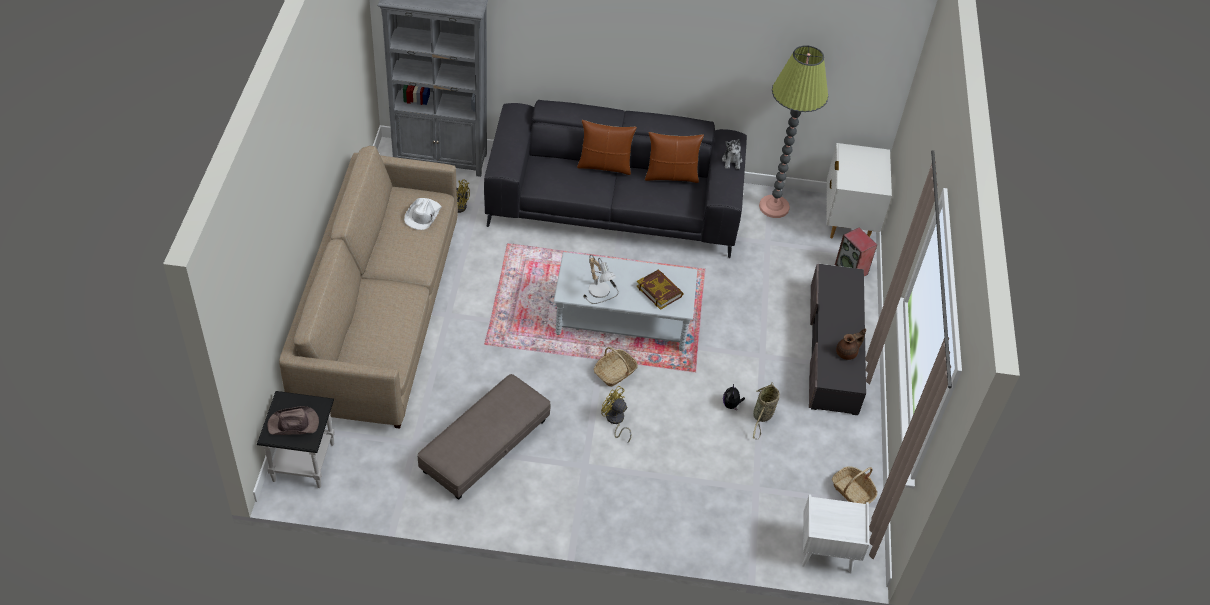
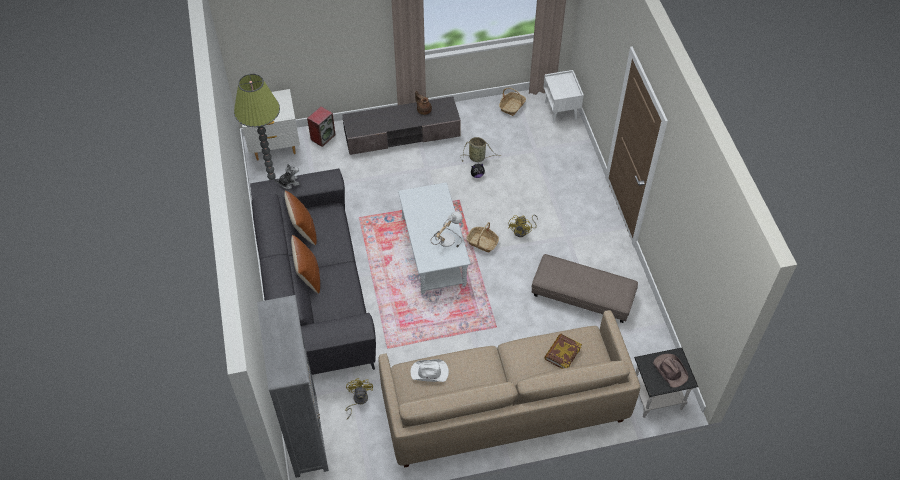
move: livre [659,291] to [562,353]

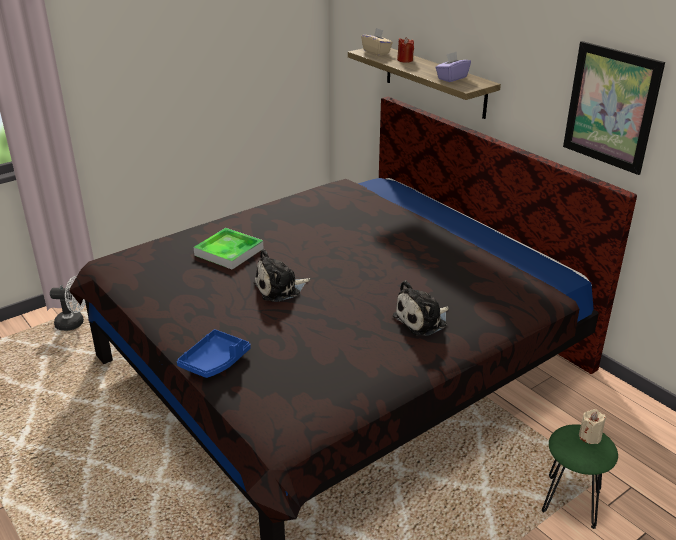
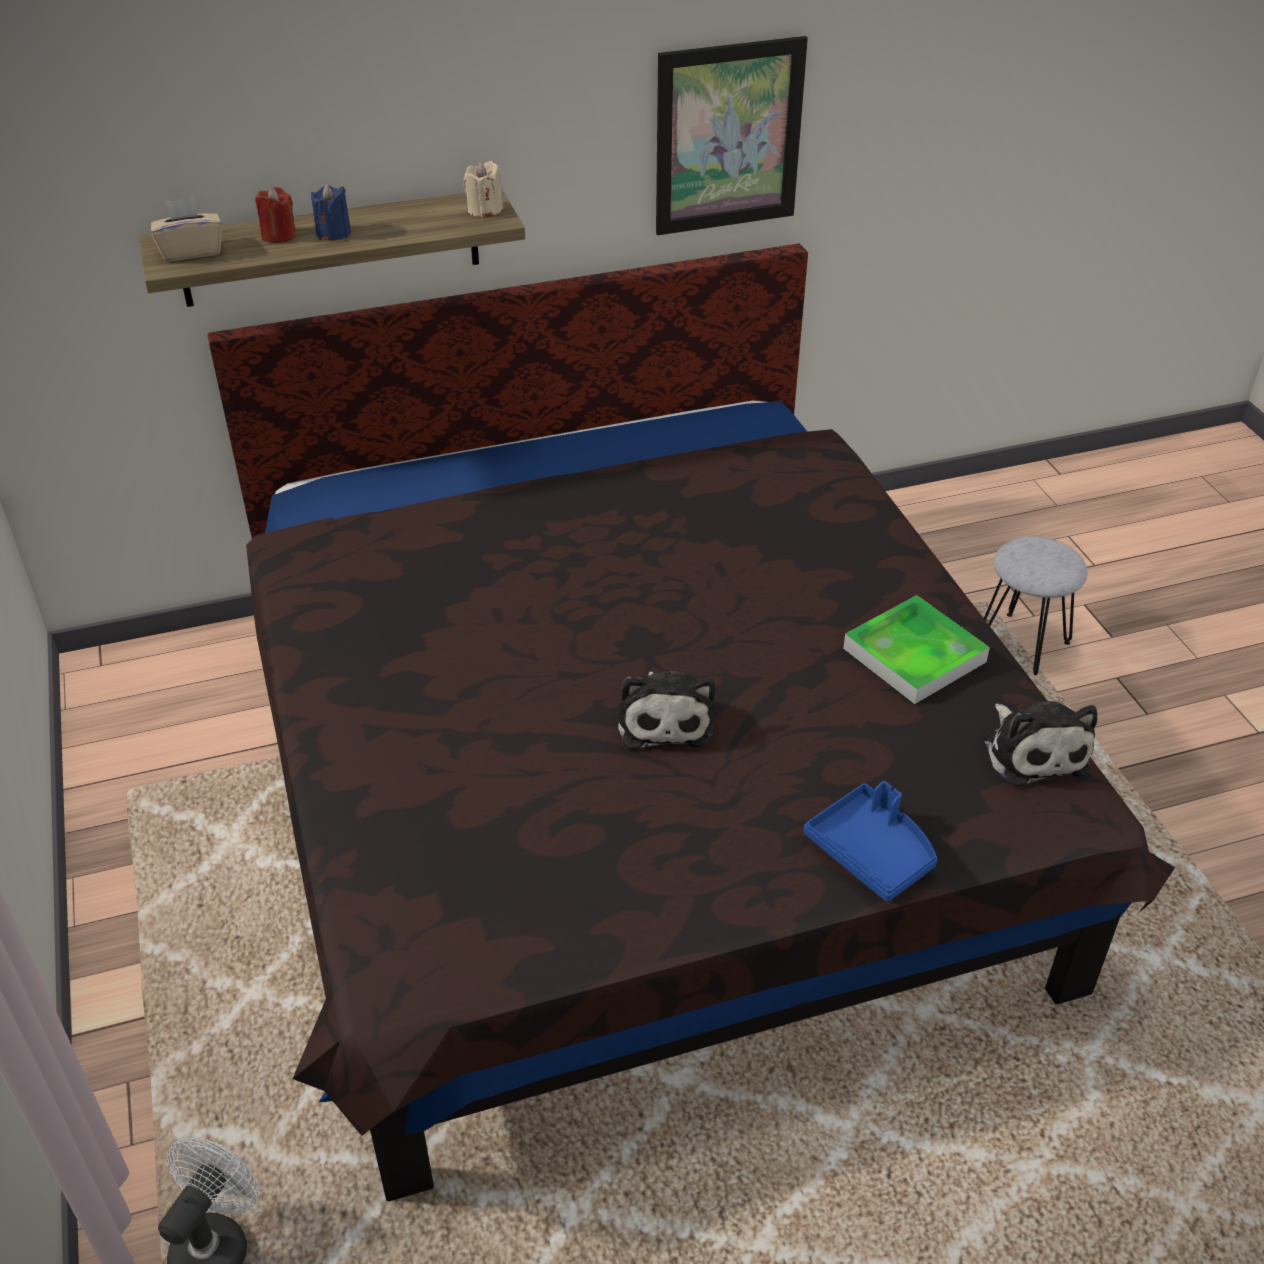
delete: boîte à mouchoirs (violet) [452,78]
insert: bougie (bleu) [333,233]
move: plateau [229,252] to [914,655]; peluche [422,320] to [1033,750]; bougie (beige) [589,436] to [484,210]
recolor: tabouret (vert) [570,502] to tabouret (gris) [1021,645]

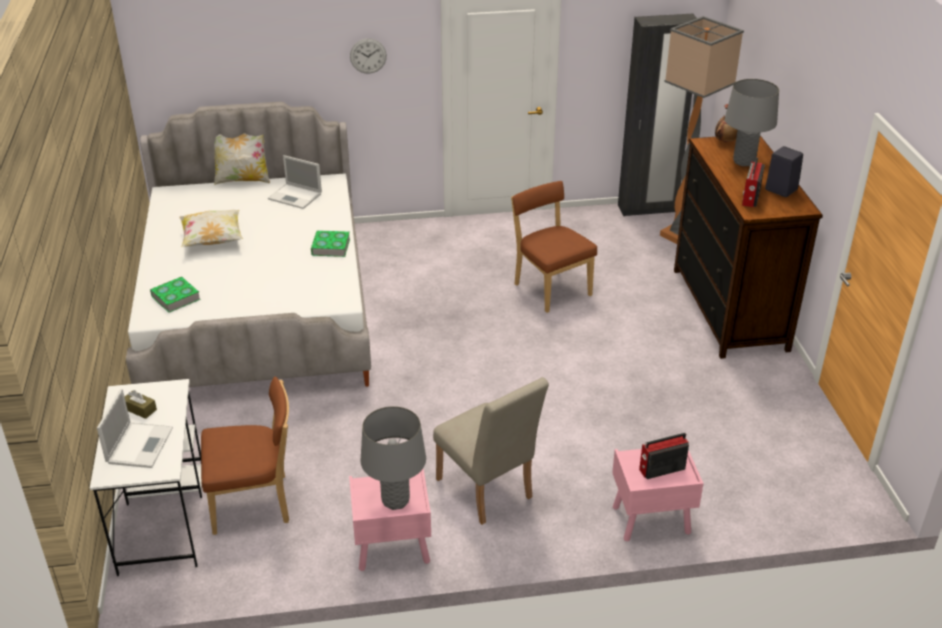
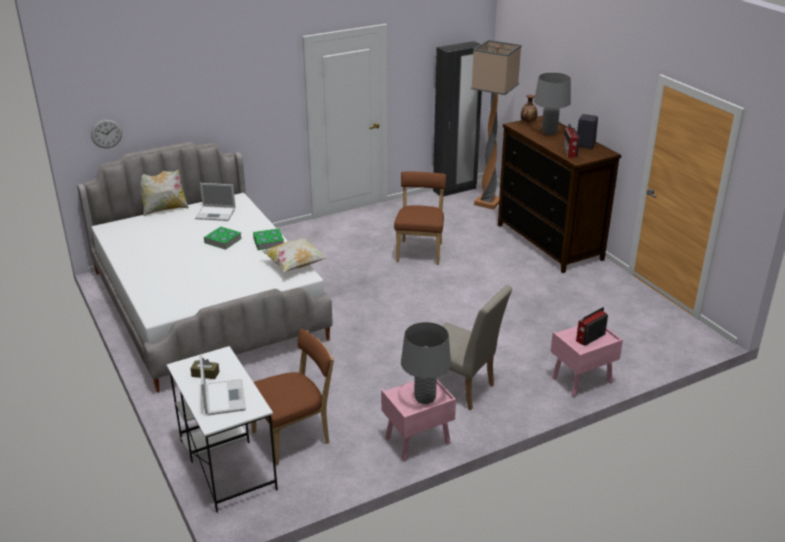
move: livre [175,298] to [223,240]; coussin [212,240] to [295,265]; horloge murale [368,56] to [106,133]
rotate: chaise (marron) [550,288] = [420,251] 60 degrees clockwise

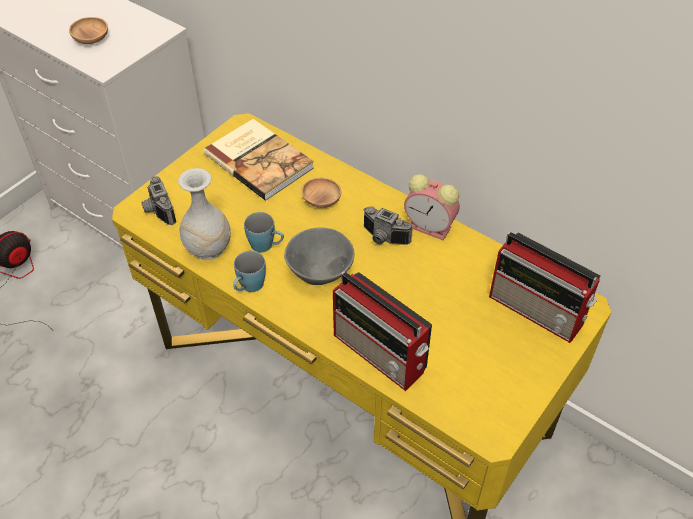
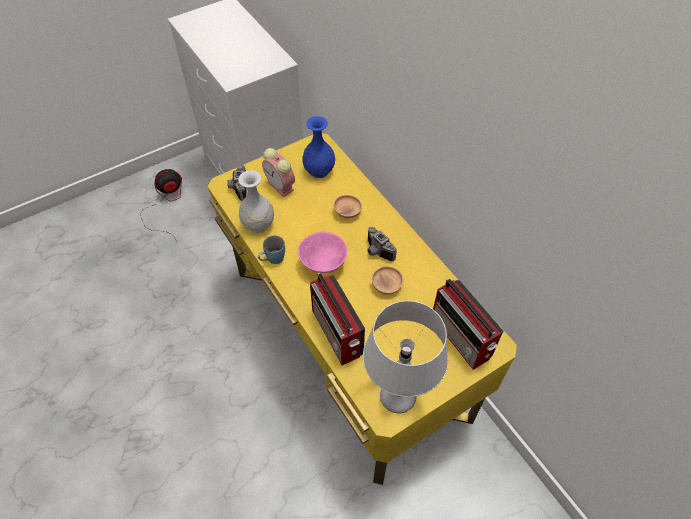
delete: mug (bleu) [266,246]
insert: lampe de table (gris) [397,397]
move: bol (marron) [91,39] to [387,285]; réveil [431,227] to [281,186]
replace: livre [260,160] to vase (bleu) [319,170]
recolor: bol (gris) [321,274] to bol (rose) [323,265]

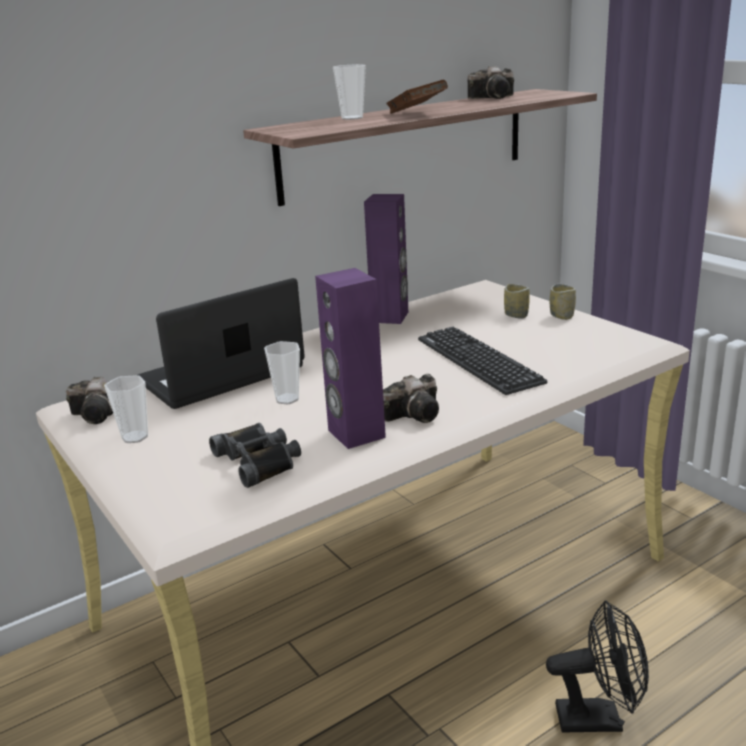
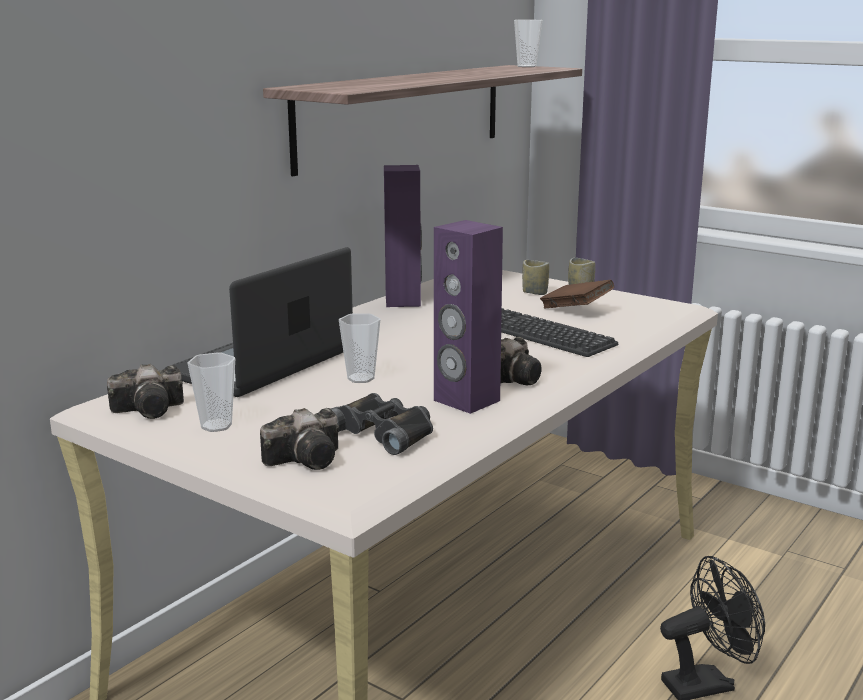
move: tasse [352,118] to [526,66]; livre (marron) [416,114] to [576,310]; appareil photo [495,97] to [309,459]

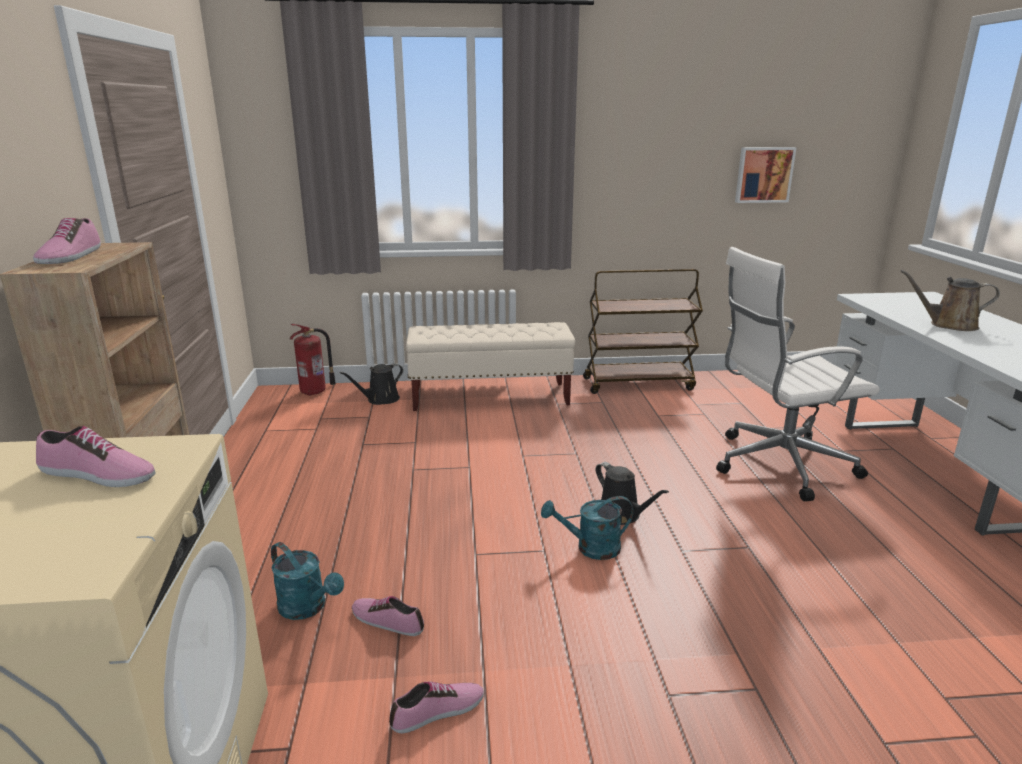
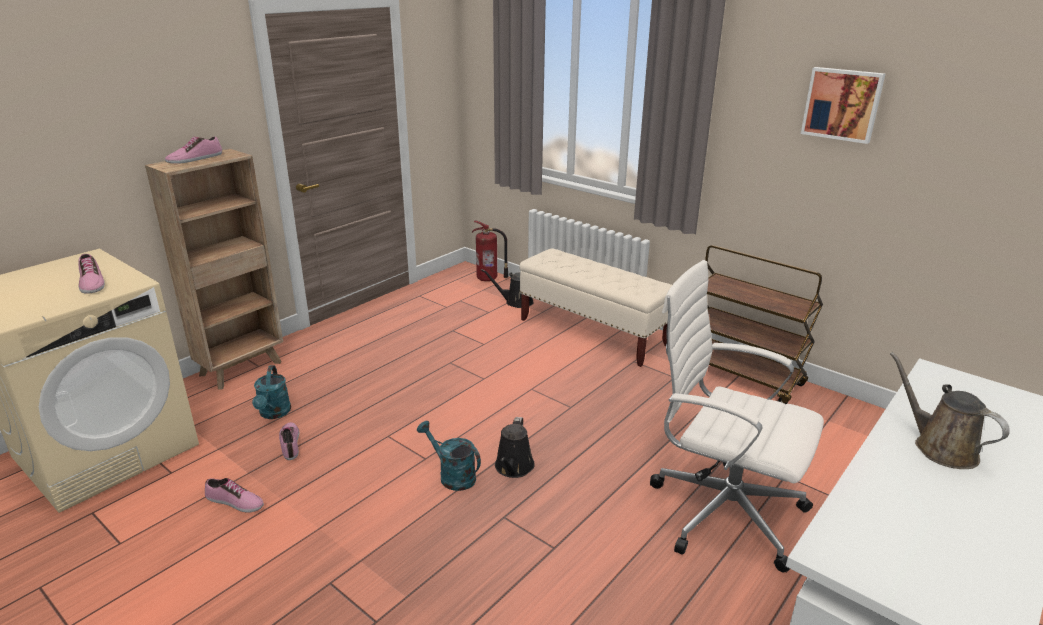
move: tableau [763,174] to [842,104]

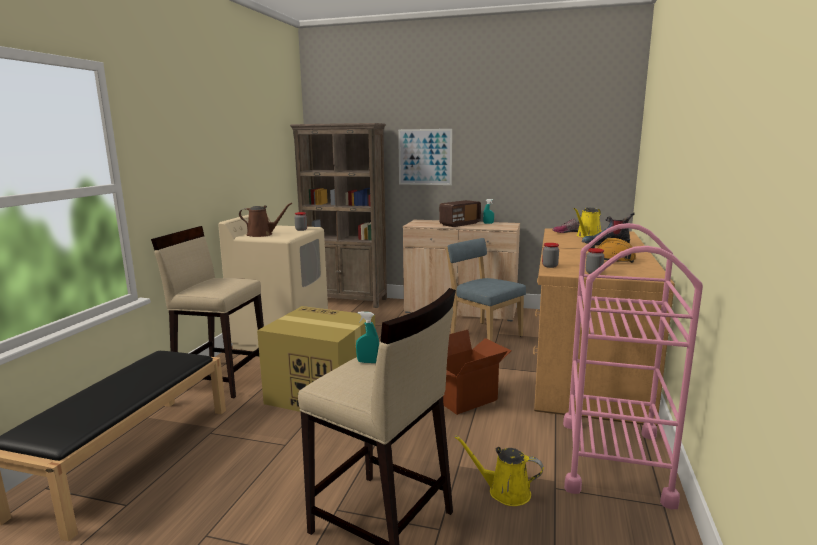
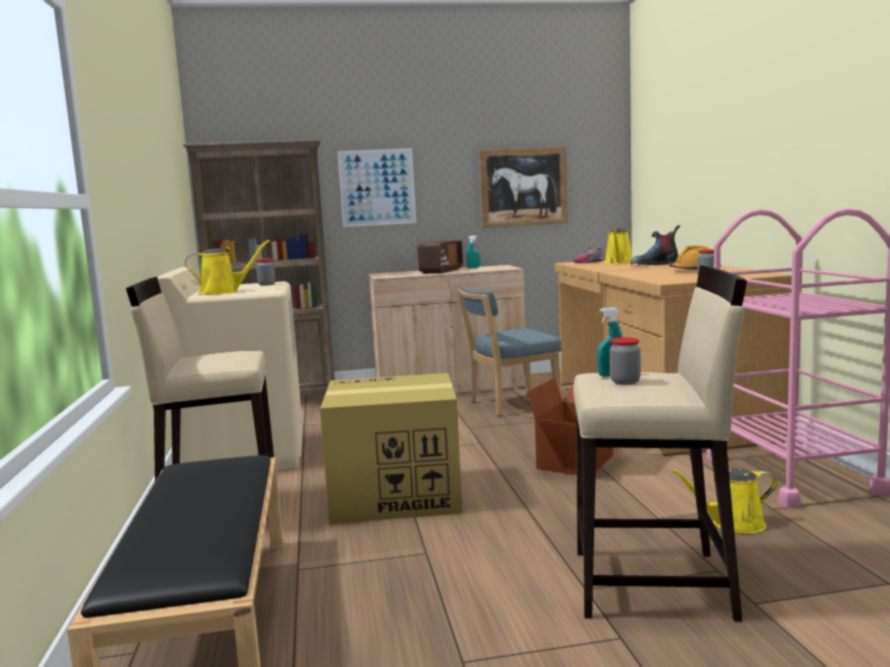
insert: tableau [523,187]
move: bocal [549,266] to [625,382]
recolor: arrosoir (marron) [262,234] to arrosoir (jaune) [223,292]
rotate: chaise (bleu) [483,334] = [510,404] 45 degrees counterclockwise

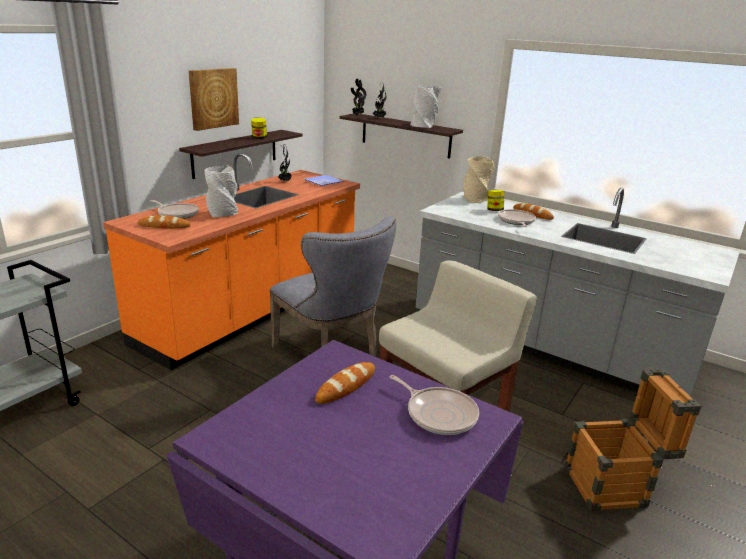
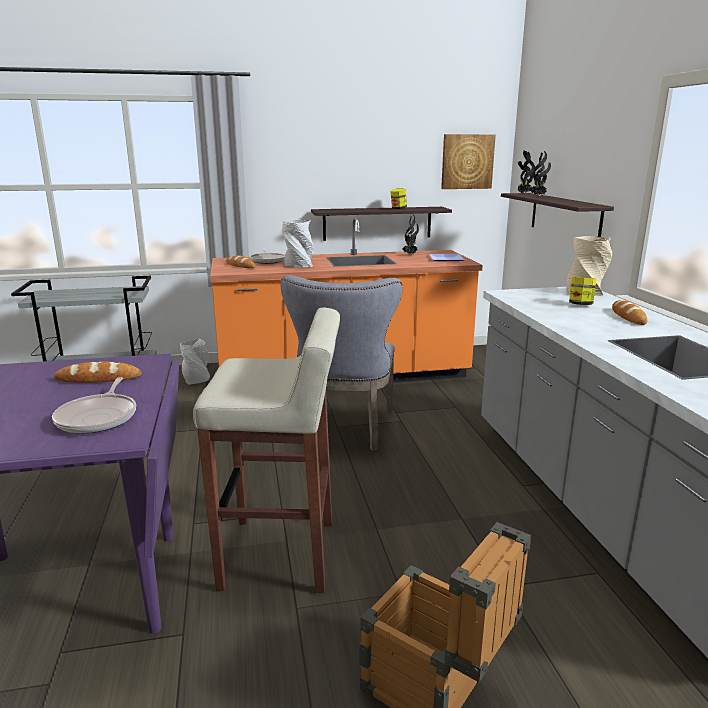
delete: poêle [516,221]
move: tableau [213,98] to [467,161]; vase (gris) [424,126] to [197,380]

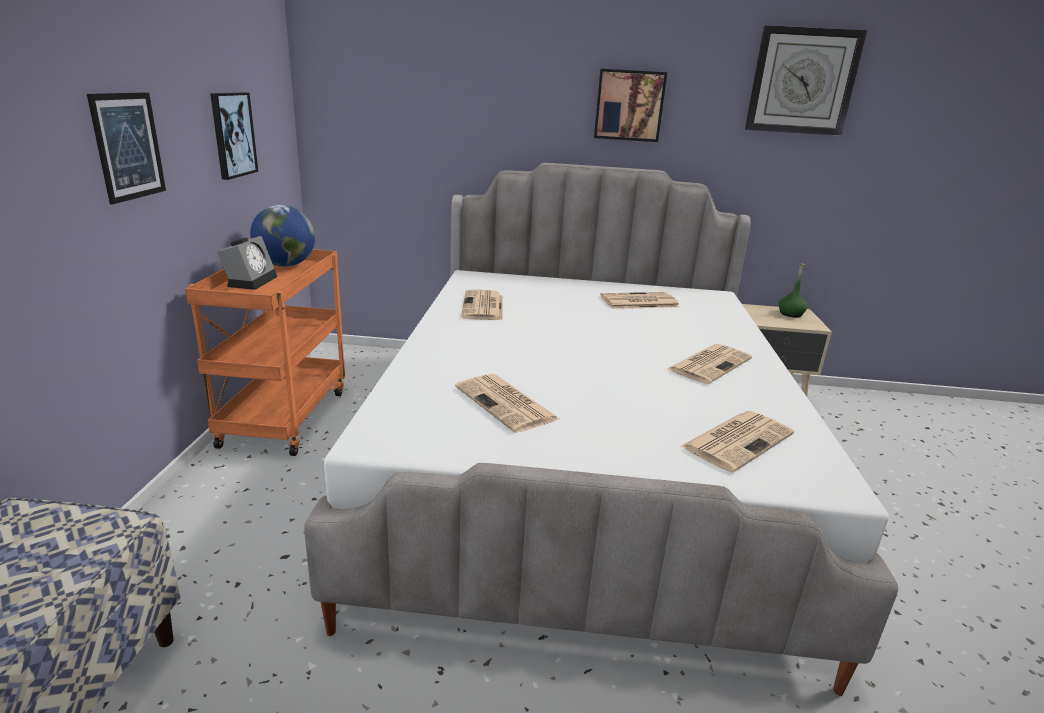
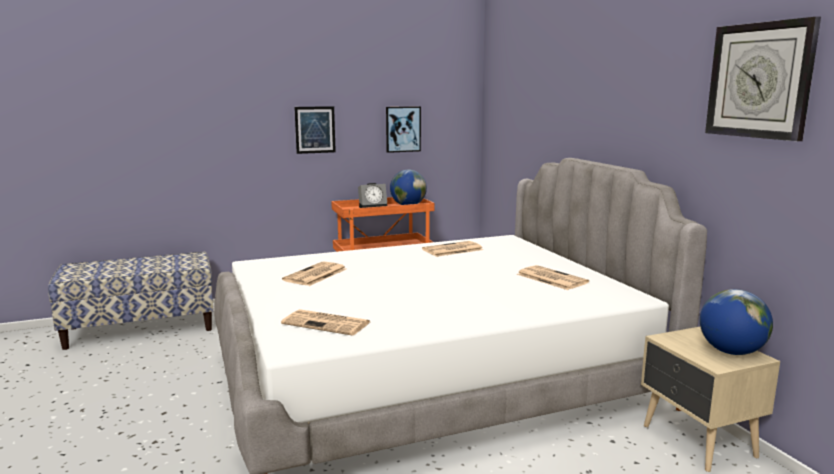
delete: tableau [629,105]; journal [709,364]
replace: bouteille (vert) [791,314] to globe [731,352]

